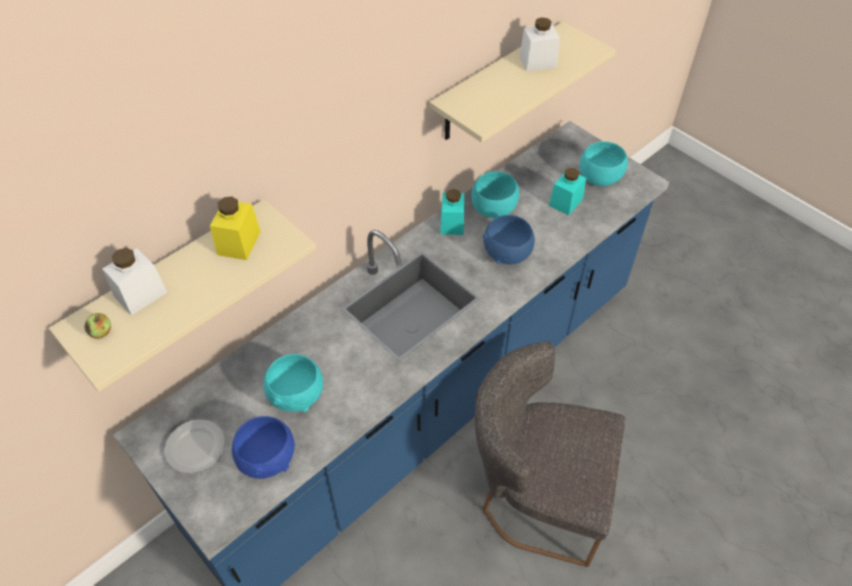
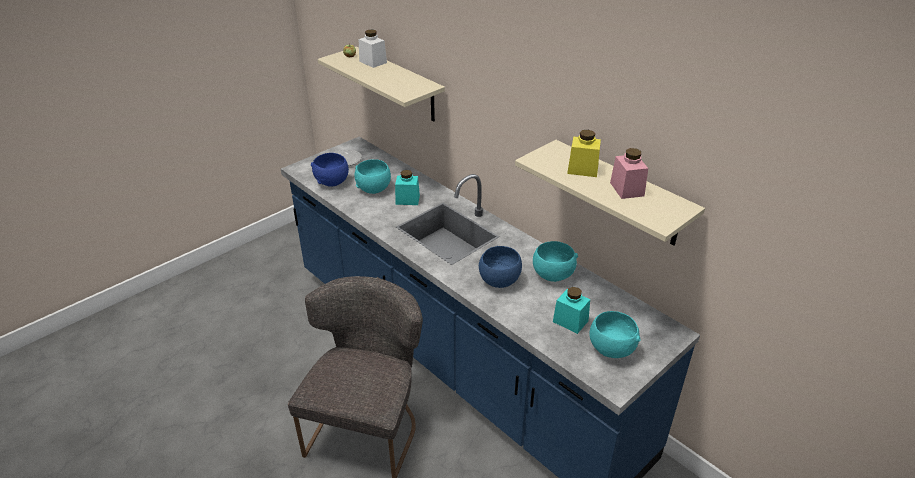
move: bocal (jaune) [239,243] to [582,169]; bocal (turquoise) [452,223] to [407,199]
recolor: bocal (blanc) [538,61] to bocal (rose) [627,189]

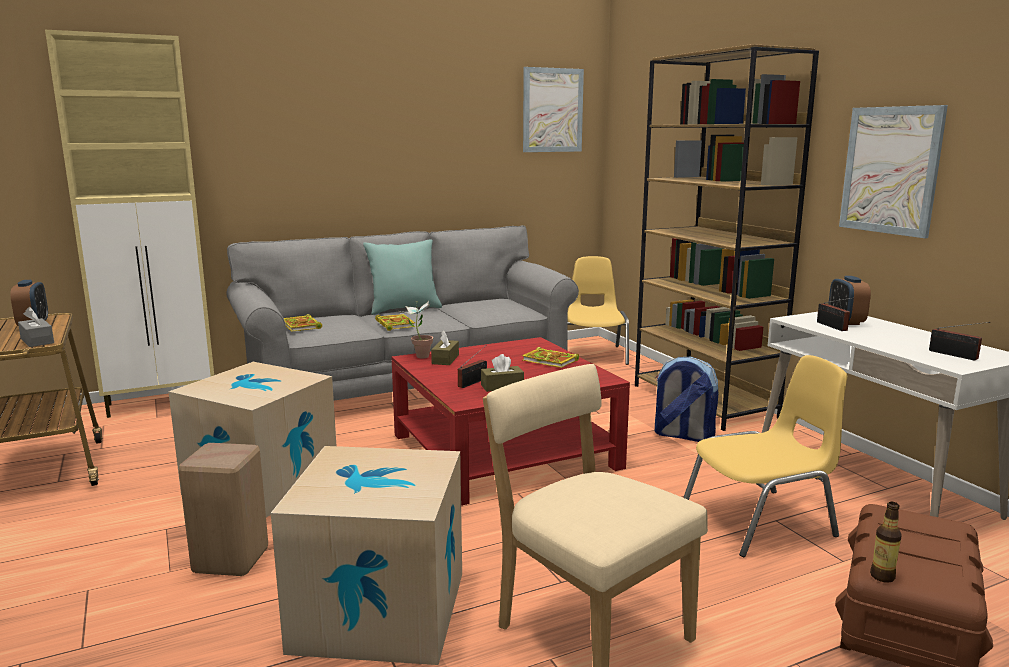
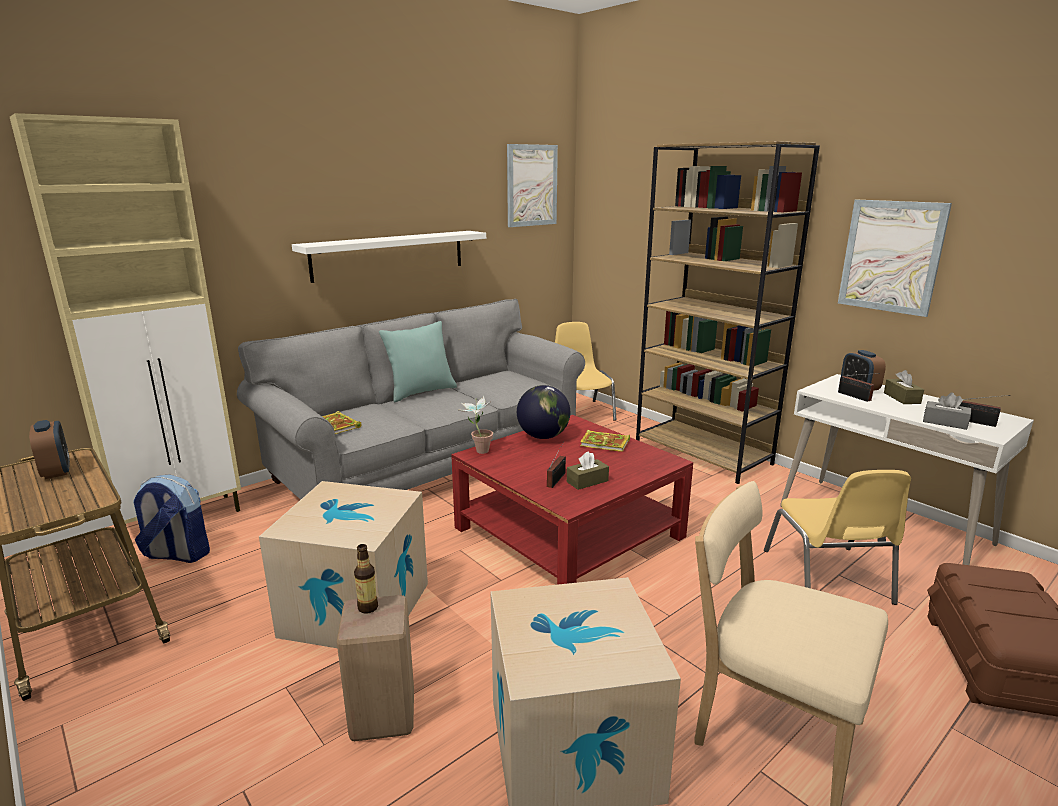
delete: livre [394,324]
insert: étagère (blanc) [389,255]; globe [543,436]
move: boîte à mouchoirs (gris) [37,341] to [945,422]; boîte à mouchoirs (marron) [445,359] to [901,398]; sac à dos [682,435] to [177,554]; bouteille [882,576] to [368,607]
rotate: chaise (jaune) [760,521] = [828,577] 120 degrees clockwise

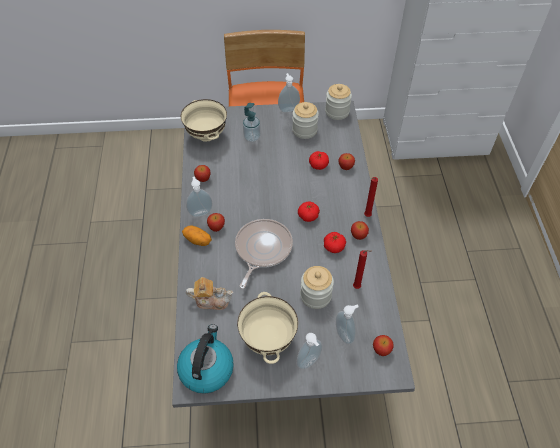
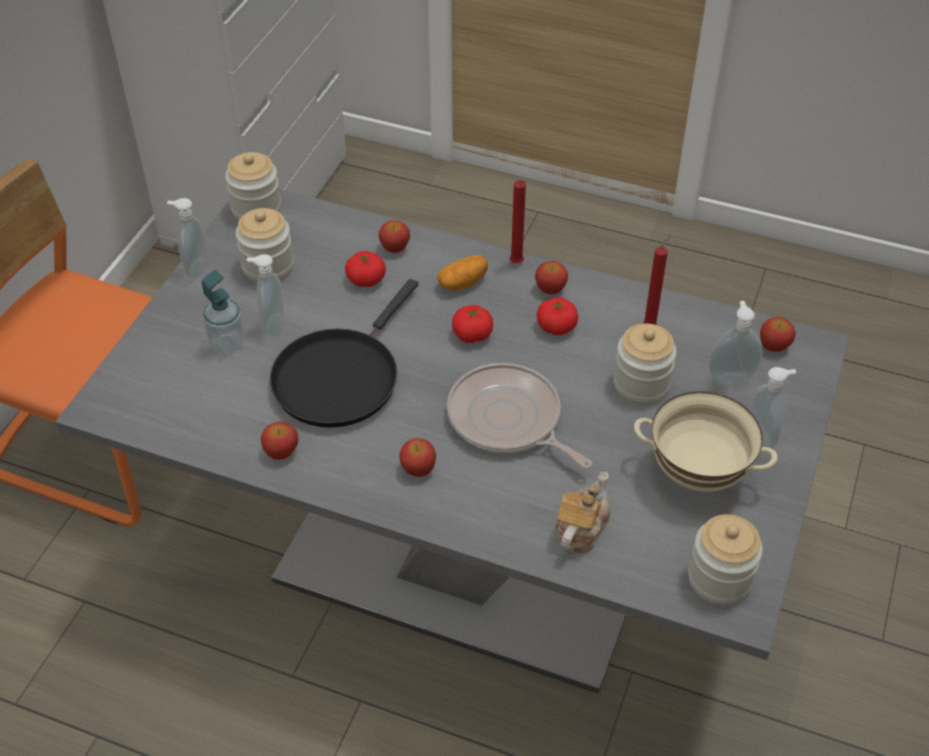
delete: bol (beige) [207,135]
insert: poêle (noir) [339,377]
move: pomme de terre [197,240] to [463,283]; distributeur de savon [200,212] to [271,325]
replace: bouilloire [206,369] to bocal [719,579]

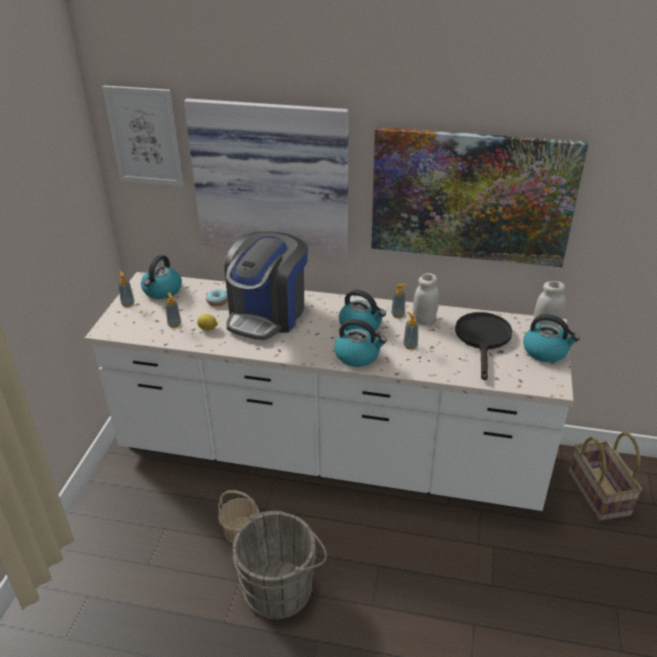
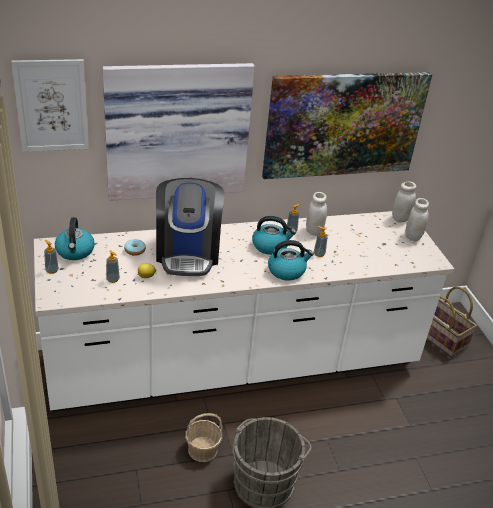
delete: poêle (noir) [483,339]
replace: bouilloire [546,351] to bocal (blanc) [413,237]

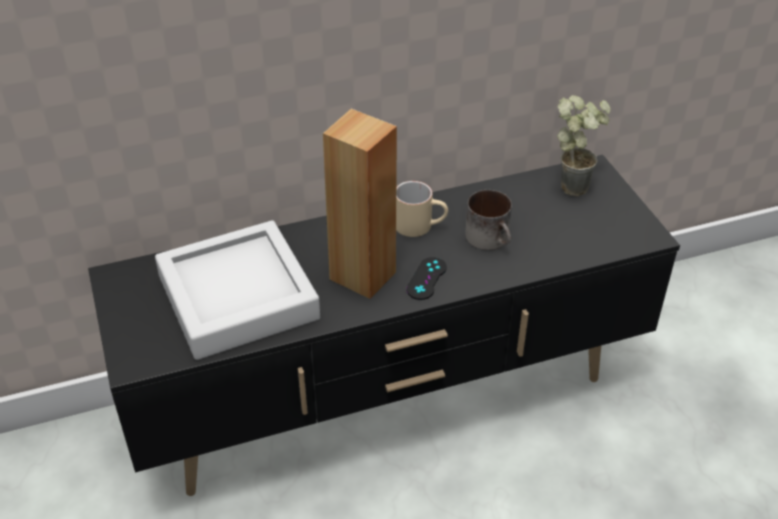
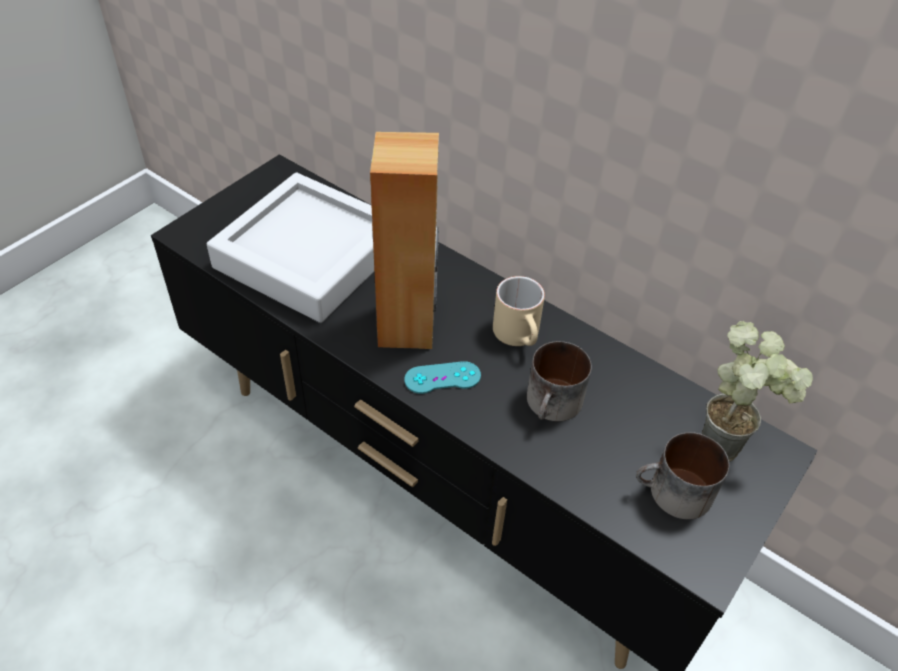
insert: mug [672,494]
recolor: manette (noir) [426,278] to manette (turquoise) [442,378]

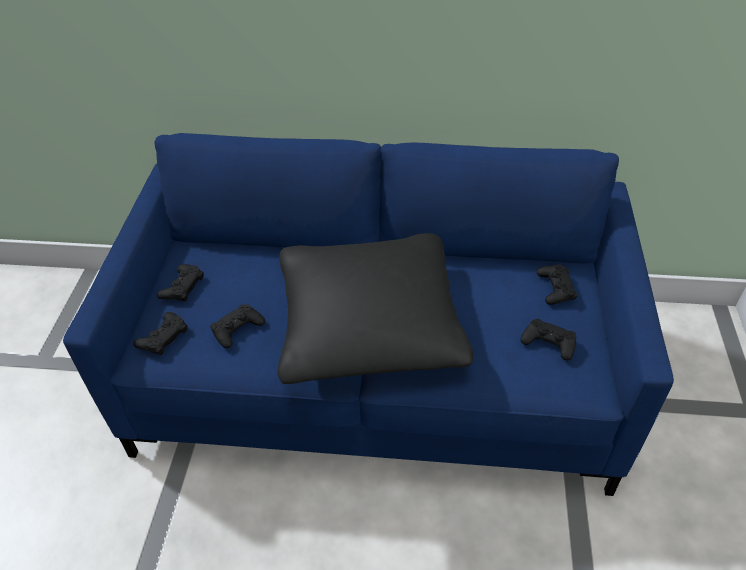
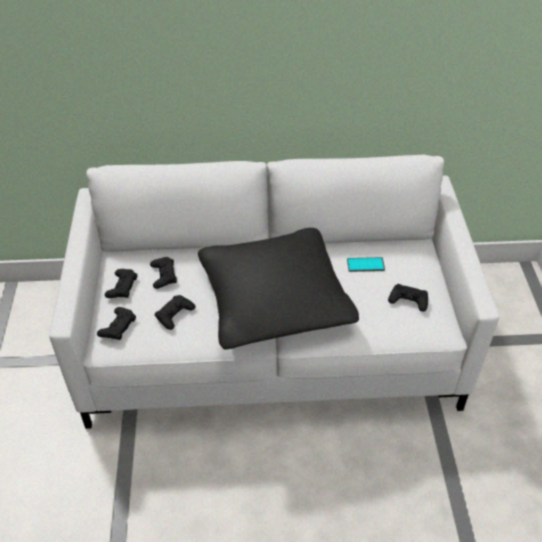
insert: téléphone [365,265]
move: manette (noir) [555,288] to [163,275]
recolor: canapé (bleu) [376,377] to canapé (blanc) [271,344]

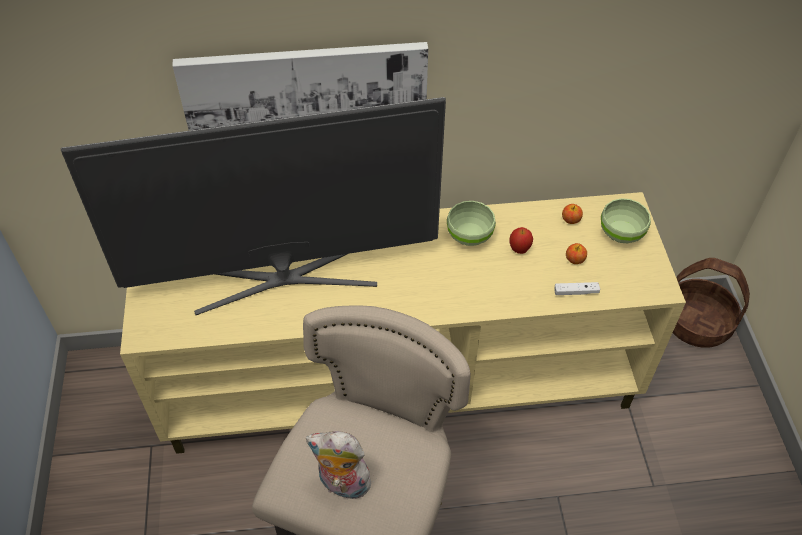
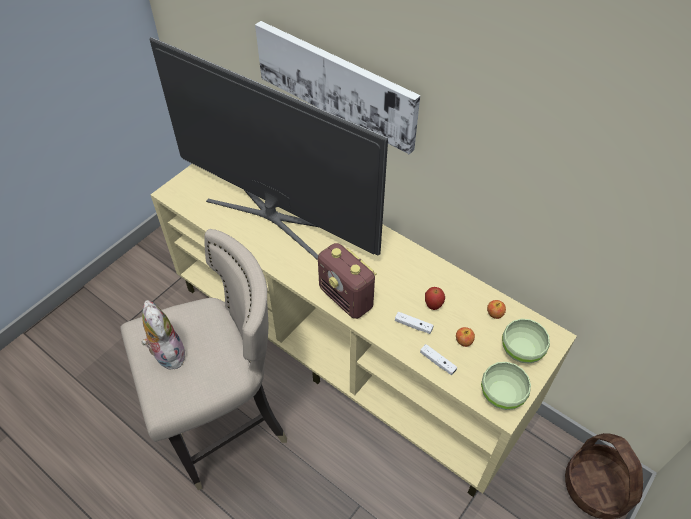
insert: radio [346,298]; manette (blanc) [413,325]
move: bol (vert) [468,235] to [501,394]

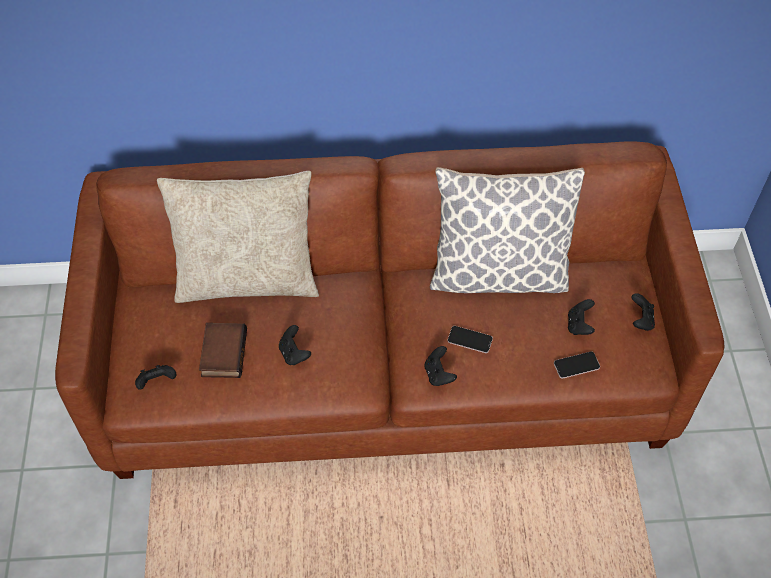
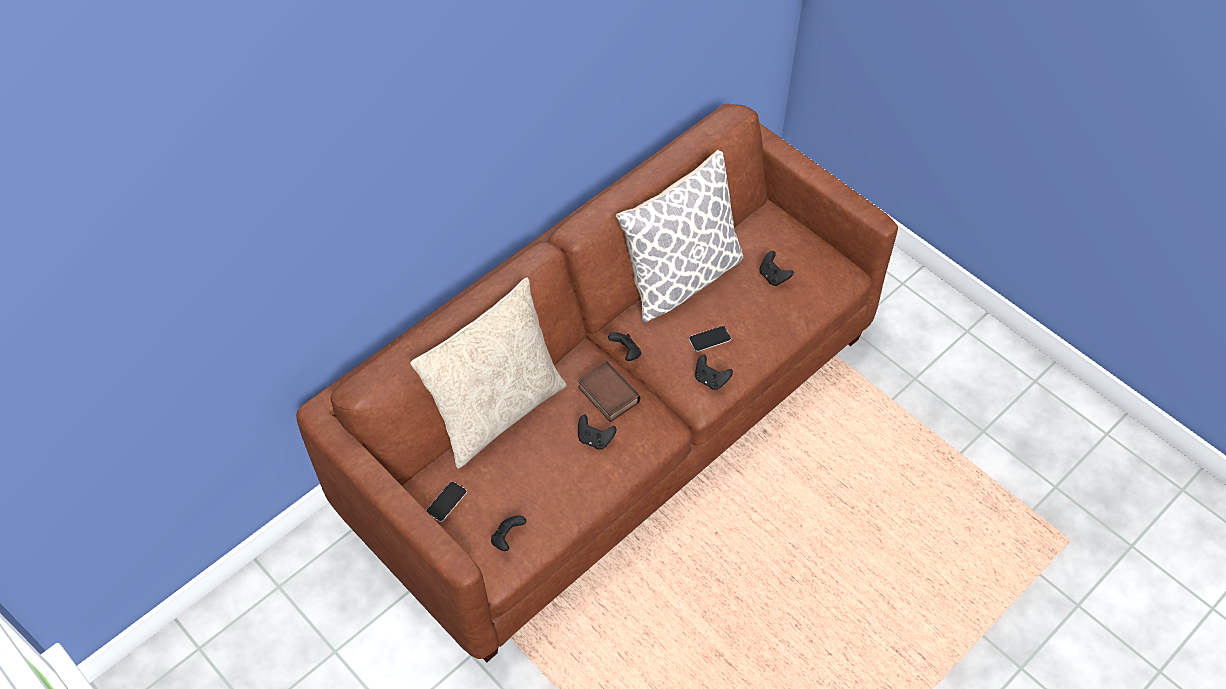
move: livre [222,352] to [606,395]; téléphone [576,365] to [446,502]; manette (noir) [640,320] to [626,353]

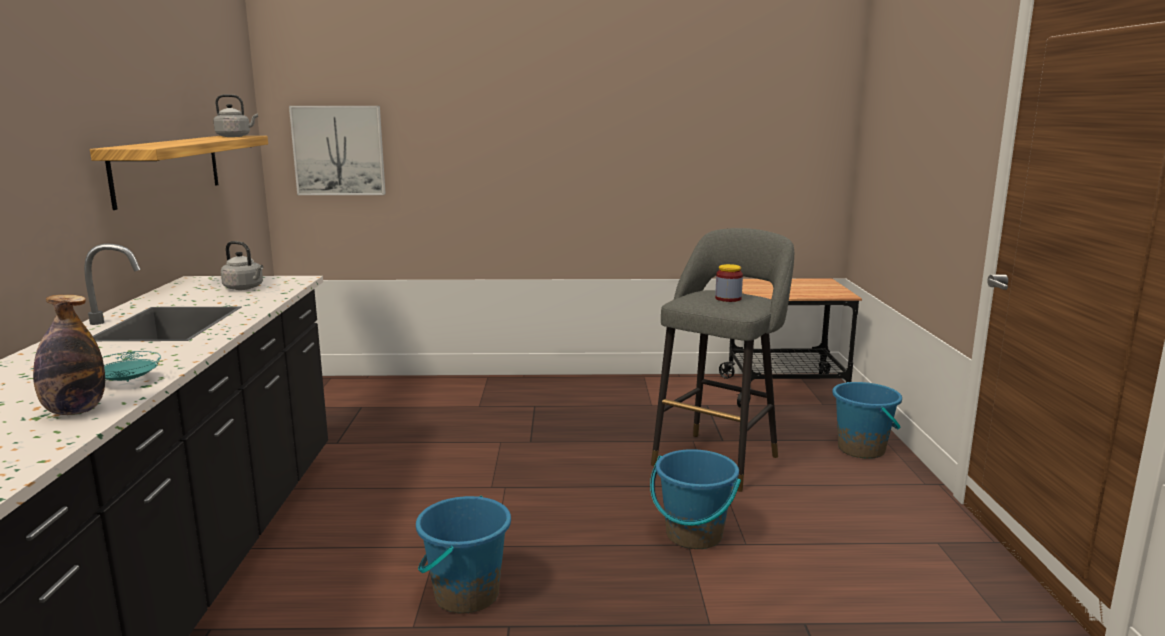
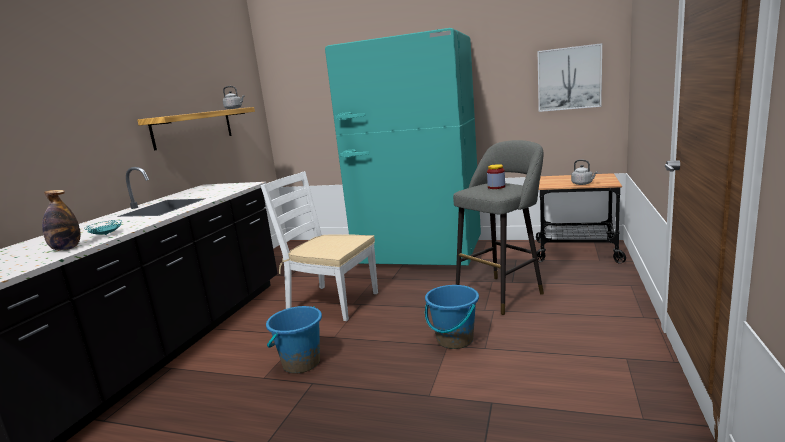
delete: seau (bleu) [861,449]
insert: chaise (blanc) [332,302]; réfrigérateur (turquoise) [420,254]
move: bouilloire (gris) [245,288] to [583,184]; tableau [339,150] to [569,78]

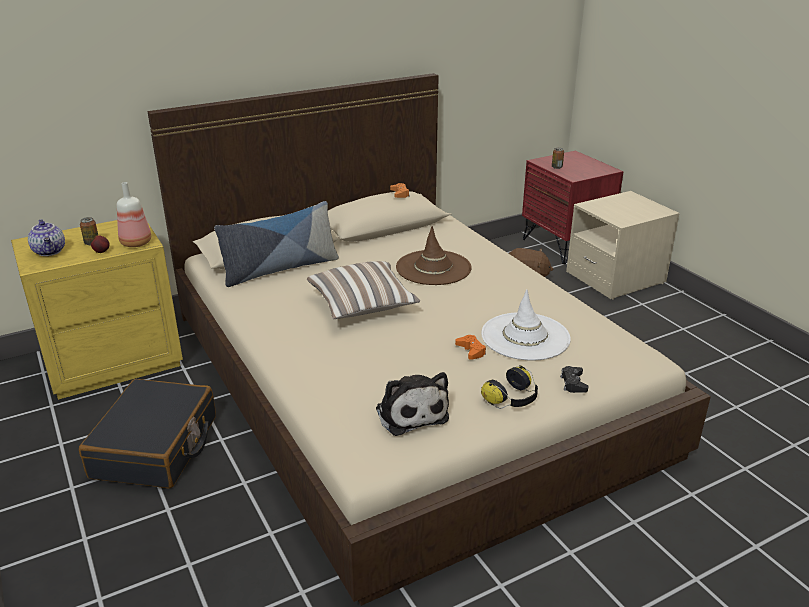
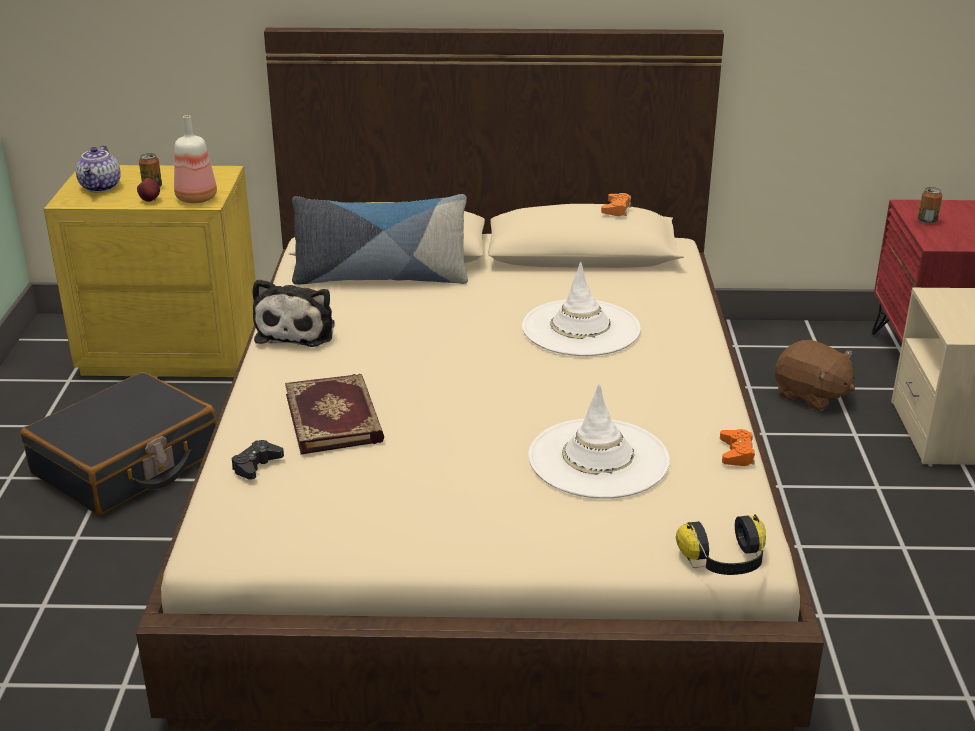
delete: coussin [362,306]
insert: livre [335,417]
move: peluche [410,412] to [298,331]; manette (orange) [471,351] to [736,453]; casque audio [512,399] to [725,562]; manette (noir) [573,383] to [256,465]
recolor: chapeau (marron) [433,268] to chapeau (blanc) [580,329]

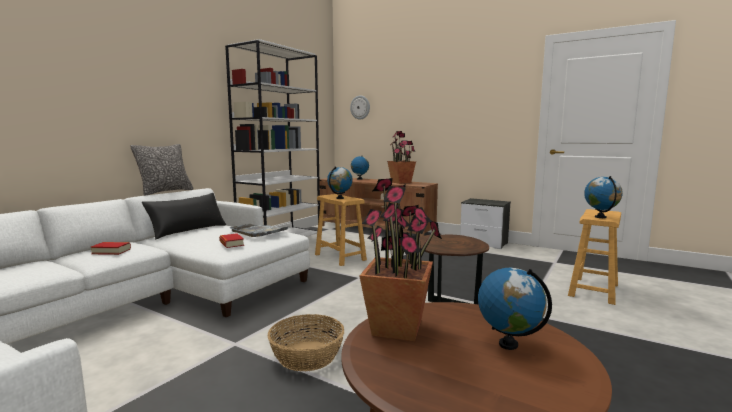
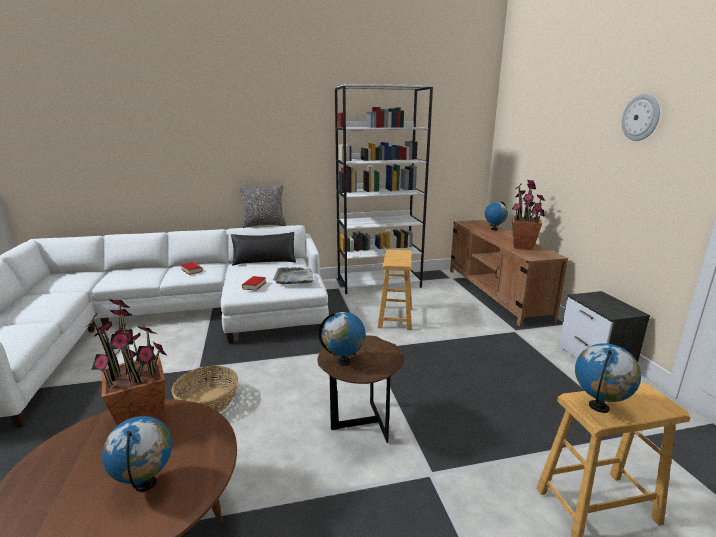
move: globe [340,198] to [344,362]; horloge murale [360,107] to [641,117]

